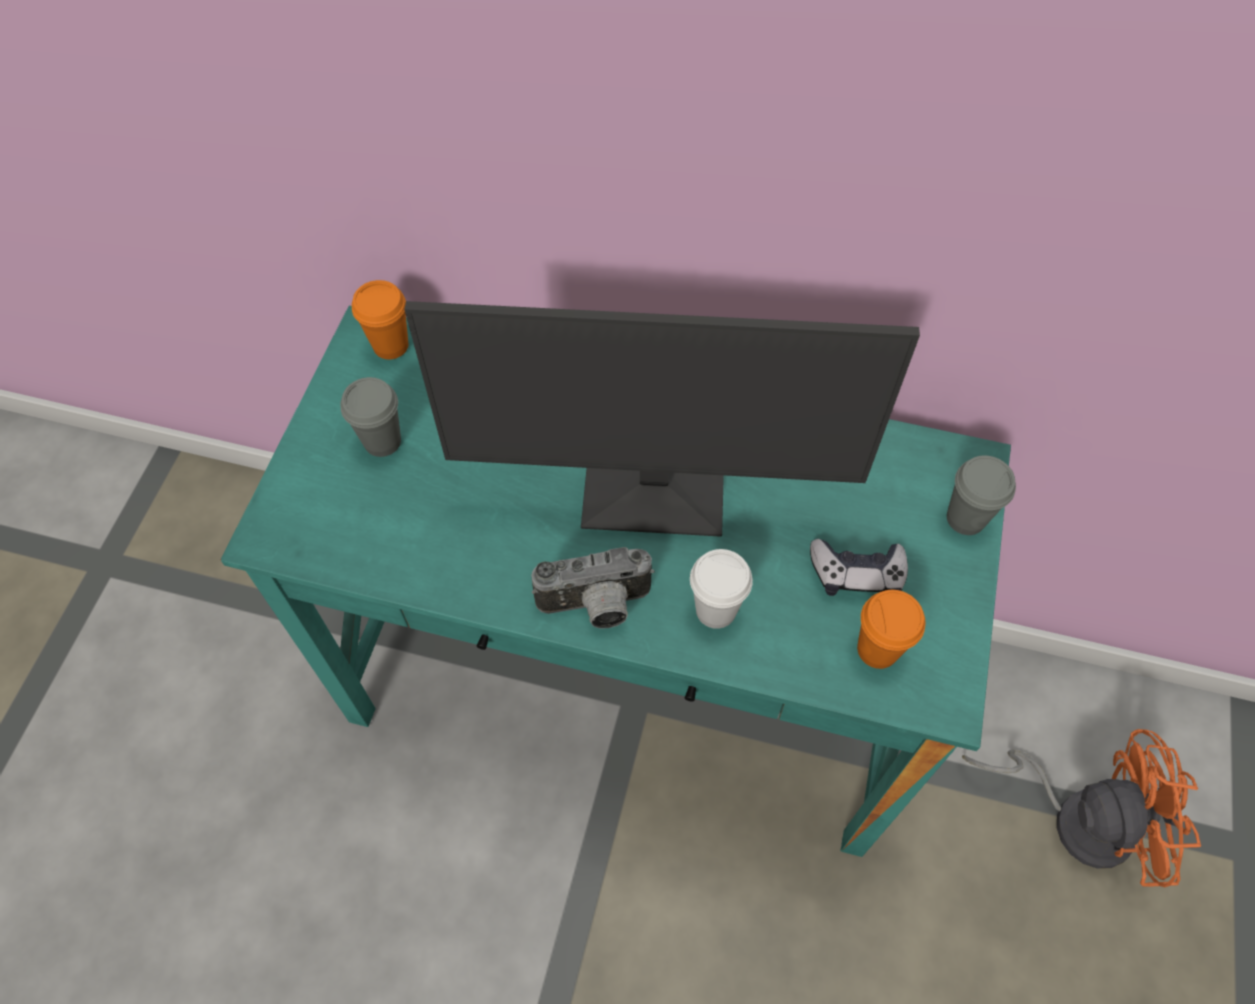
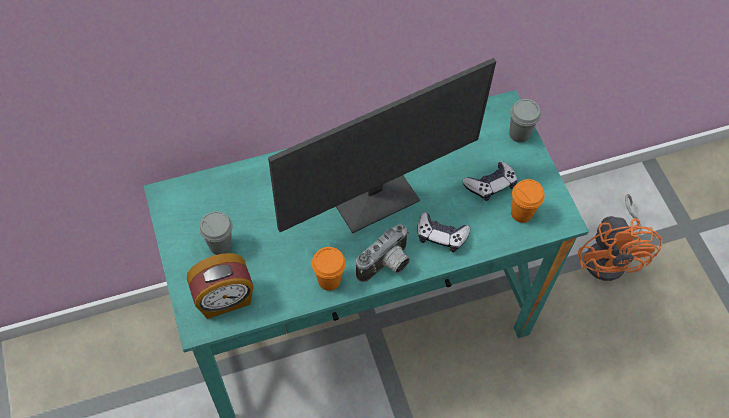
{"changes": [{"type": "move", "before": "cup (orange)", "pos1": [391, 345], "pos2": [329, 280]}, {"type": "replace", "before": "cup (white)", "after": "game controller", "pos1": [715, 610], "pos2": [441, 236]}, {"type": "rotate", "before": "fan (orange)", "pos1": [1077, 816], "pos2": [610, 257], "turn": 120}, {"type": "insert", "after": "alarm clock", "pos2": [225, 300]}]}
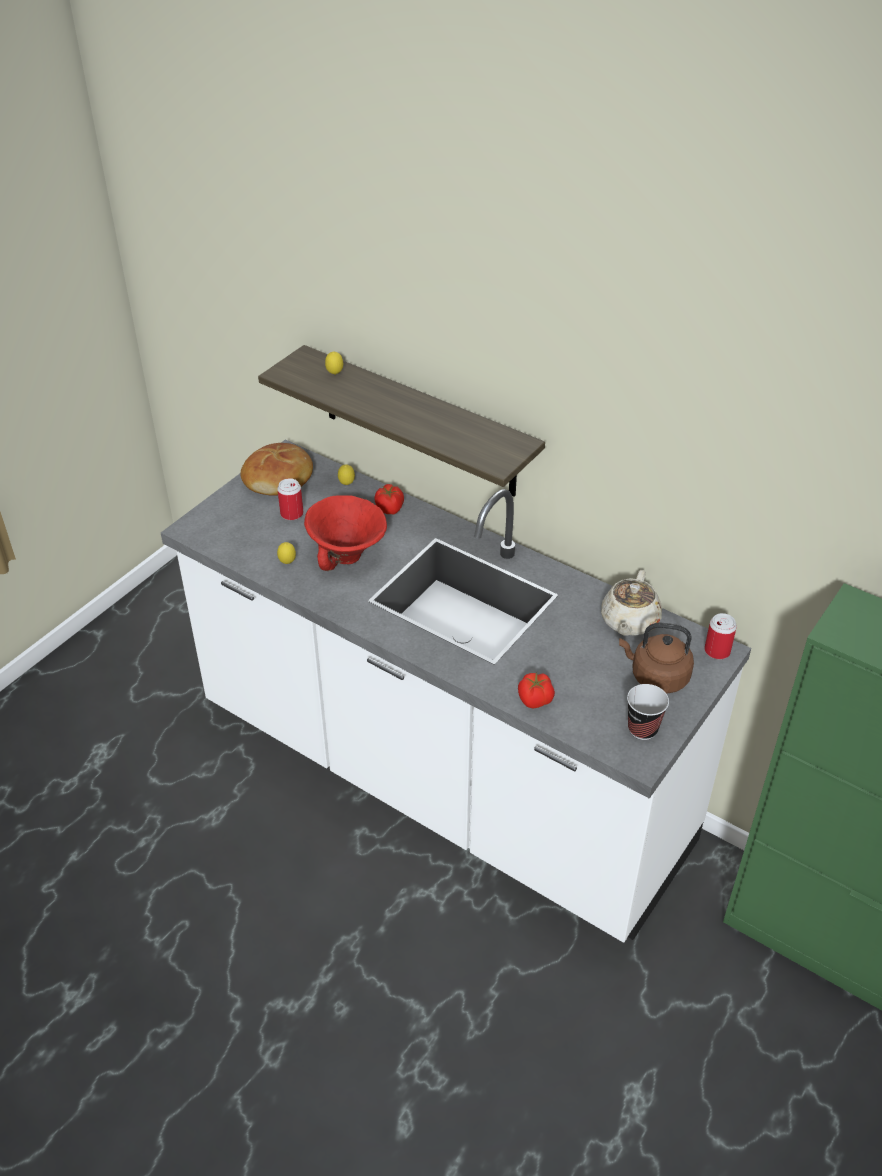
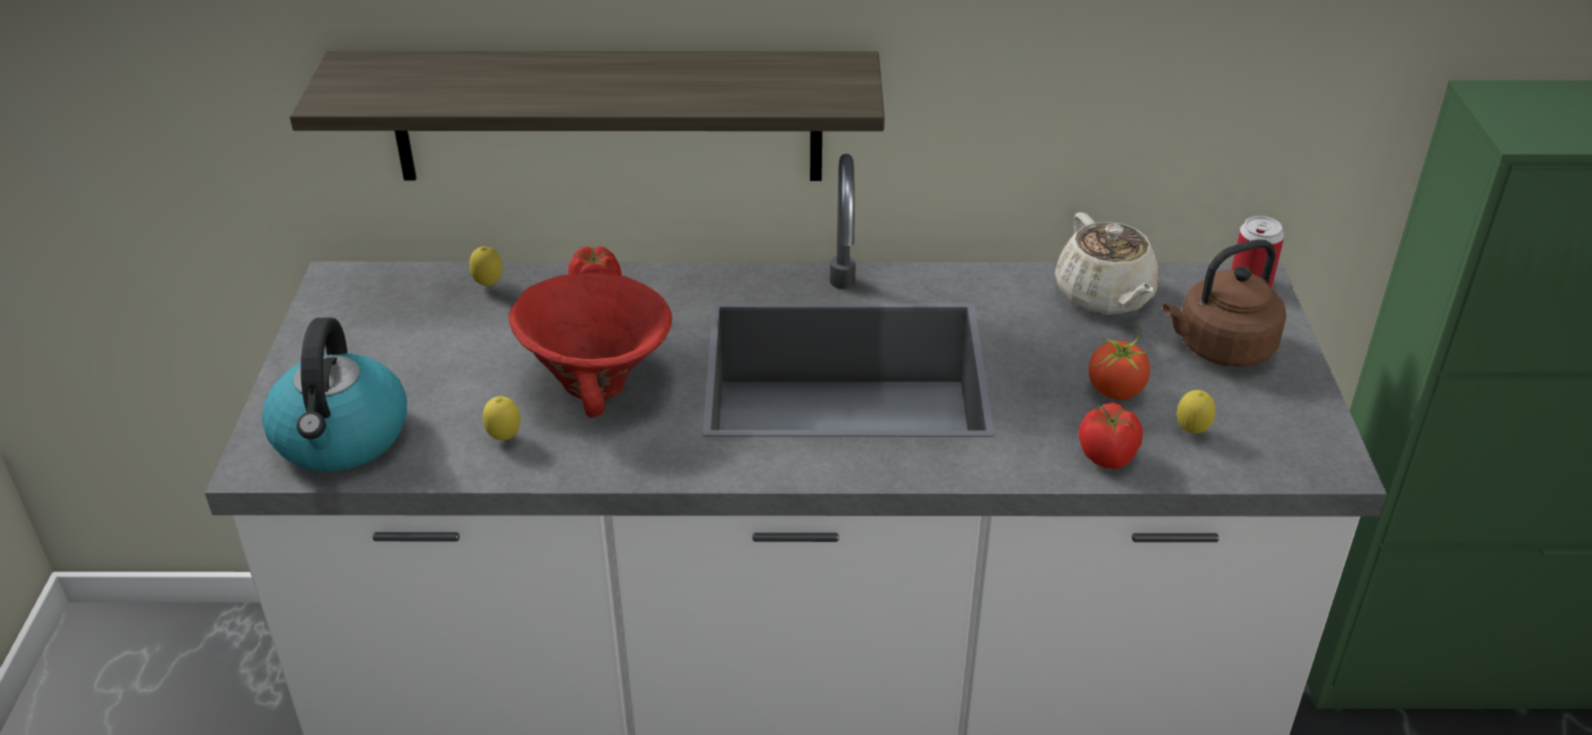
{"changes": [{"type": "move", "before": "lemon", "pos1": [335, 374], "pos2": [1191, 432]}, {"type": "delete", "before": "bread", "pos1": [279, 478]}, {"type": "delete", "before": "can", "pos1": [292, 514]}, {"type": "delete", "before": "cup", "pos1": [642, 729]}, {"type": "insert", "after": "kettle", "pos2": [342, 438]}, {"type": "insert", "after": "tomato", "pos2": [1115, 390]}]}
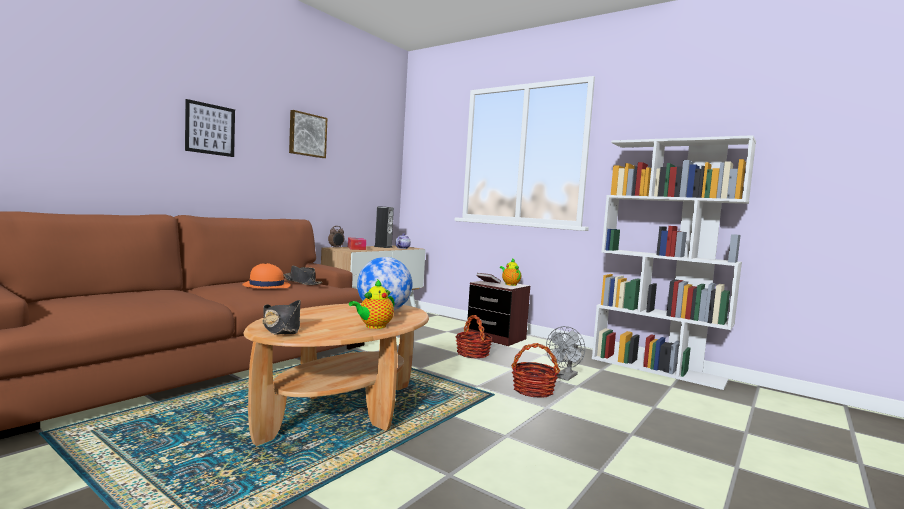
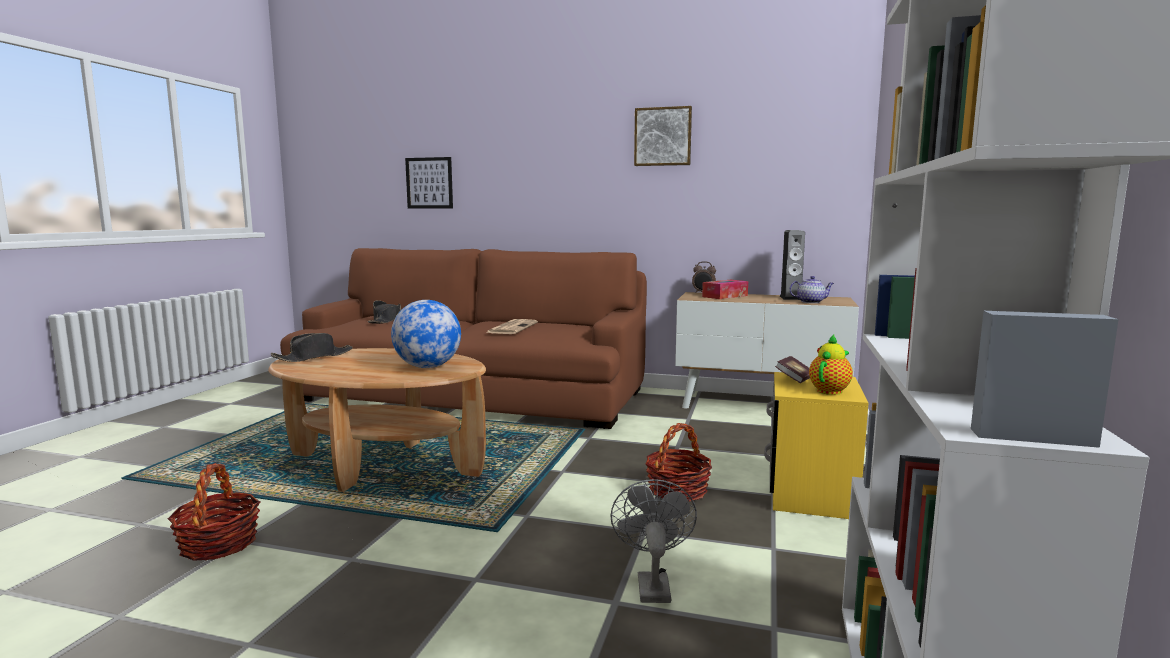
{"changes": [{"type": "move", "before": "picture", "pos1": [210, 129], "pos2": [429, 183]}, {"type": "replace", "before": "hat (orange)", "after": "newspaper", "pos1": [266, 285], "pos2": [512, 328]}, {"type": "move", "before": "hat (black)", "pos1": [302, 282], "pos2": [387, 320]}, {"type": "delete", "before": "teapot", "pos1": [374, 326]}, {"type": "recolor", "before": "nightstand (brown)", "after": "nightstand (yellow)", "pos1": [496, 338], "pos2": [810, 494]}, {"type": "rotate", "before": "fan (grey)", "pos1": [564, 377], "pos2": [652, 584], "turn": 75}, {"type": "move", "before": "basket", "pos1": [533, 390], "pos2": [218, 544]}]}
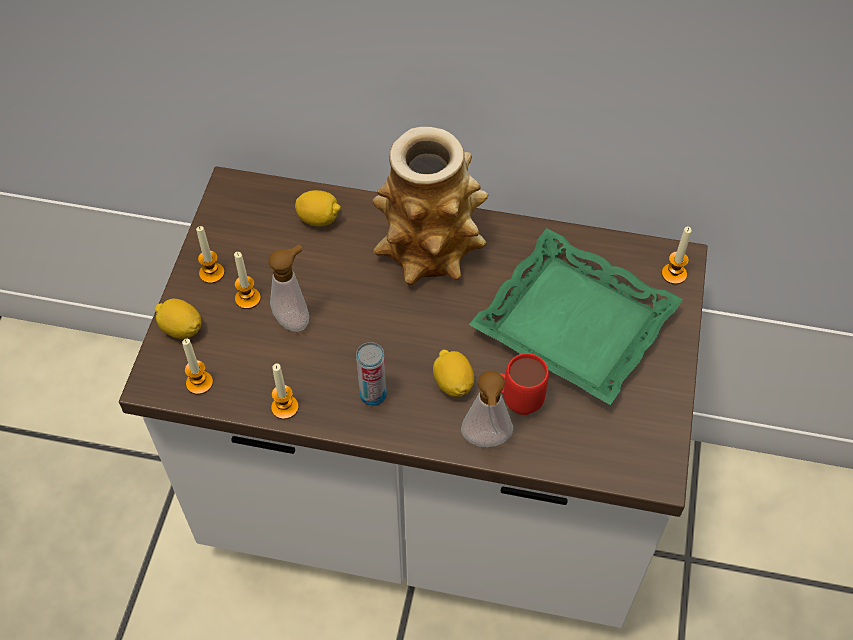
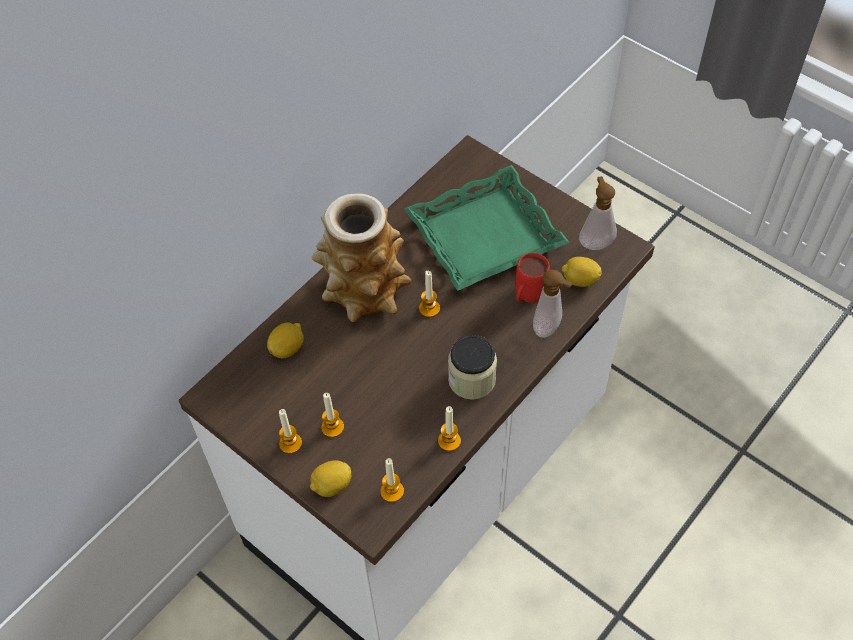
{"changes": [{"type": "move", "before": "candle", "pos1": [674, 274], "pos2": [429, 308]}, {"type": "move", "before": "soap dispenser", "pos1": [294, 318], "pos2": [595, 242]}, {"type": "replace", "before": "can", "after": "jar", "pos1": [373, 395], "pos2": [472, 379]}, {"type": "move", "before": "lemon", "pos1": [453, 383], "pos2": [580, 280]}]}
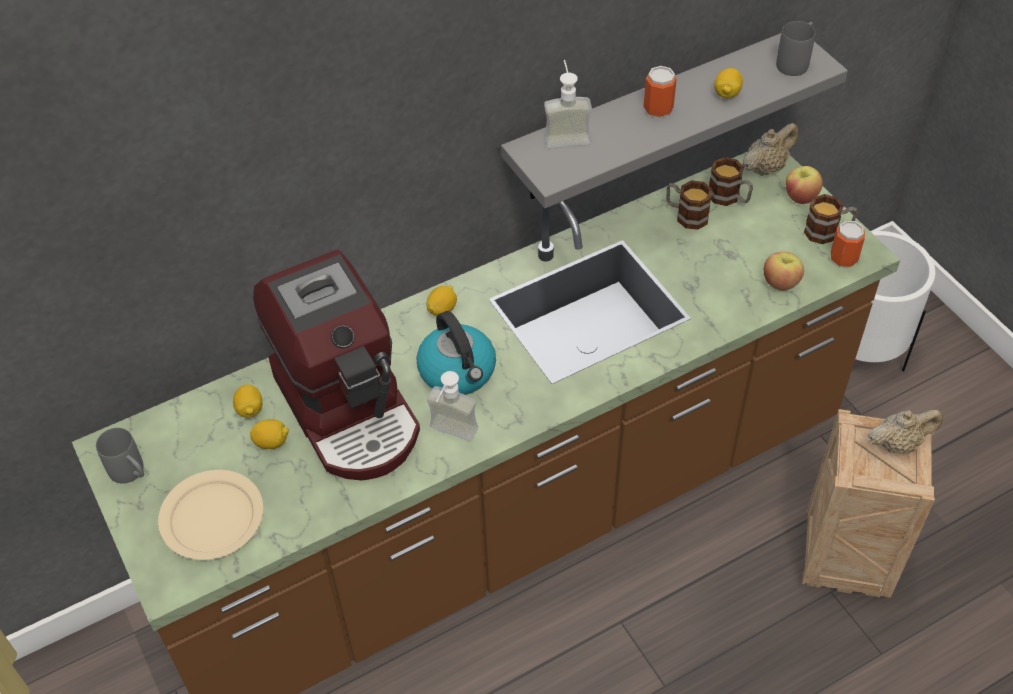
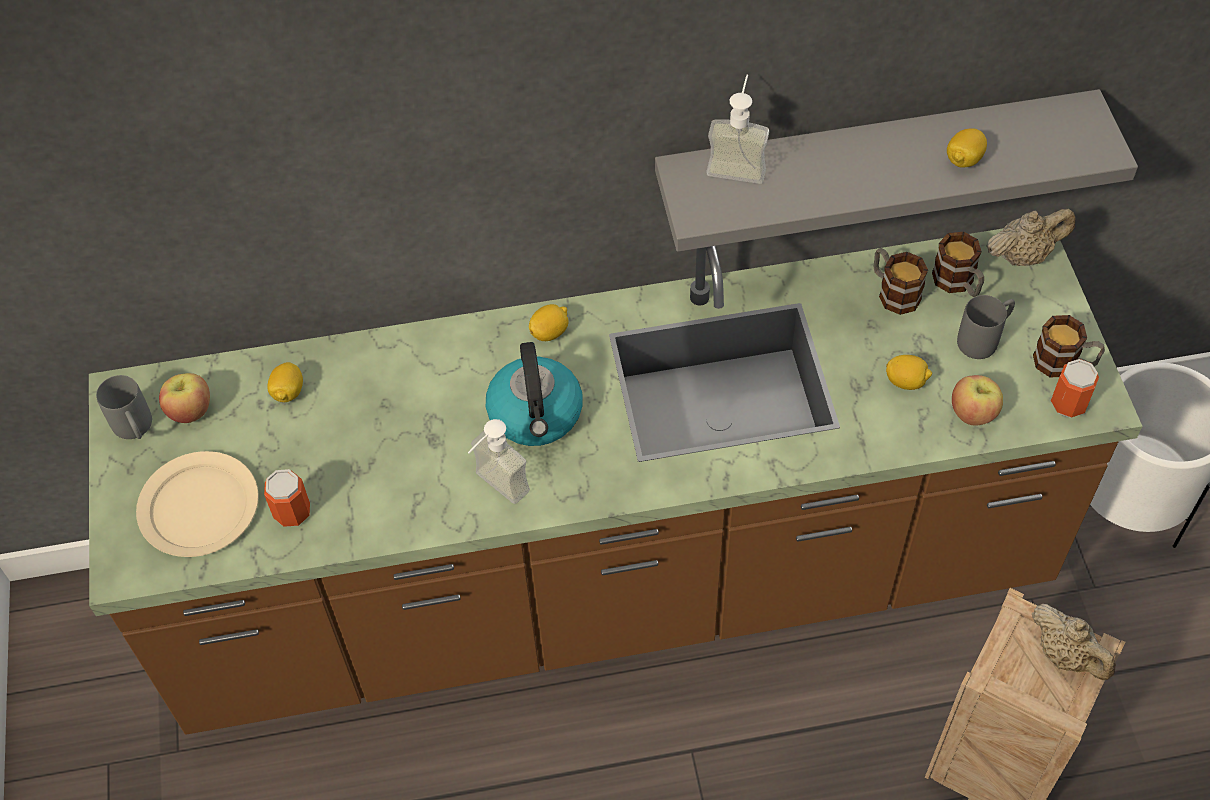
{"changes": [{"type": "move", "before": "mug (grey)", "pos1": [795, 62], "pos2": [984, 338]}, {"type": "move", "before": "can", "pos1": [658, 109], "pos2": [292, 512]}, {"type": "move", "before": "apple", "pos1": [800, 197], "pos2": [190, 410]}, {"type": "delete", "before": "coffee machine", "pos1": [350, 409]}, {"type": "rotate", "before": "teapot (beige)", "pos1": [898, 444], "pos2": [1066, 655], "turn": 45}, {"type": "move", "before": "lemon", "pos1": [272, 442], "pos2": [906, 381]}]}
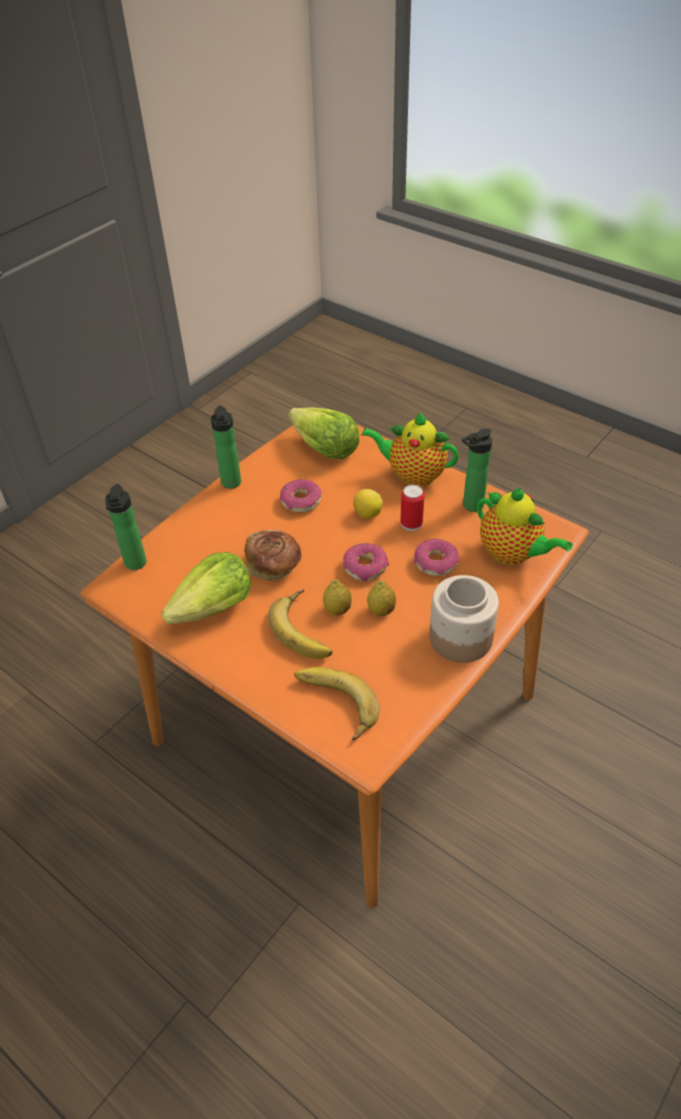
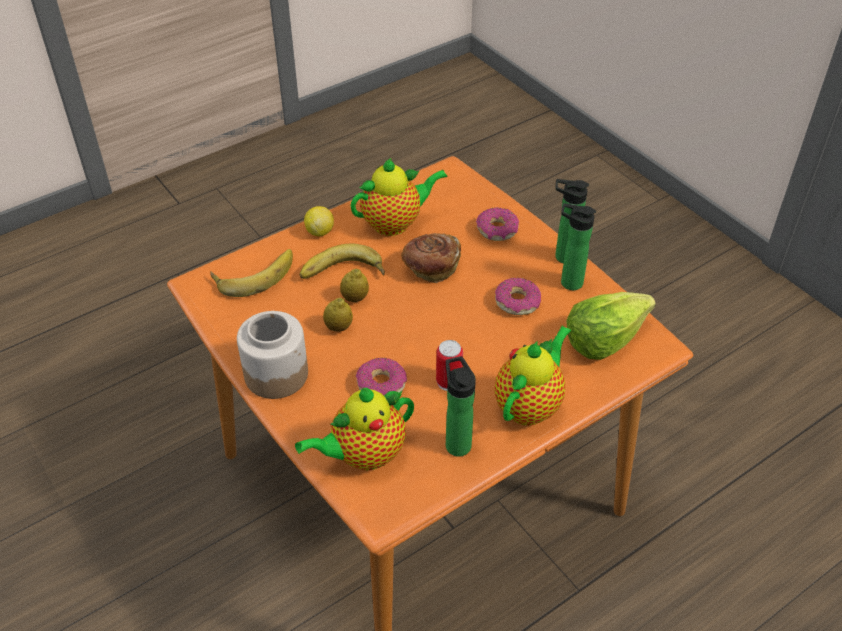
{"changes": [{"type": "move", "before": "bottle", "pos1": [135, 565], "pos2": [568, 282]}, {"type": "move", "before": "lemon", "pos1": [367, 514], "pos2": [320, 231]}, {"type": "move", "before": "donut", "pos1": [365, 567], "pos2": [497, 230]}, {"type": "replace", "before": "lettuce", "after": "teapot", "pos1": [214, 608], "pos2": [395, 223]}]}
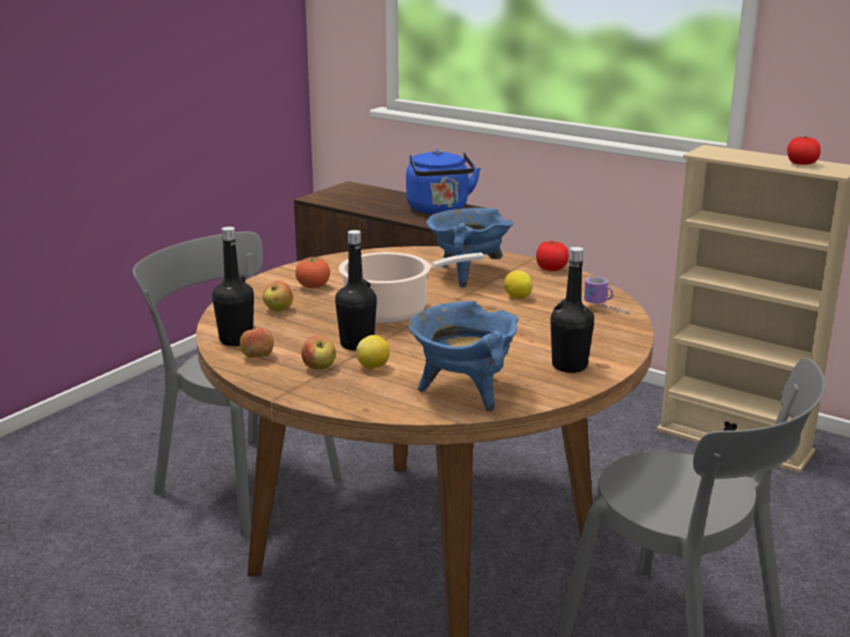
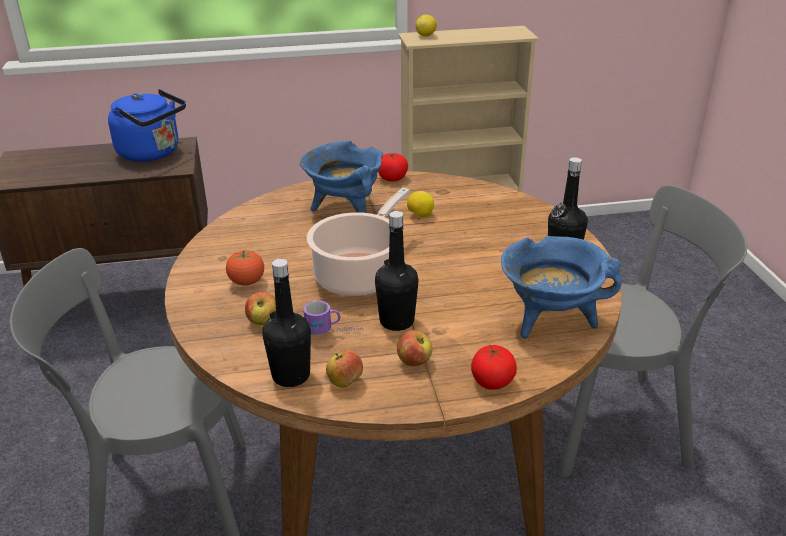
{"changes": [{"type": "move", "before": "tomato", "pos1": [801, 164], "pos2": [492, 382]}, {"type": "move", "before": "mug", "pos1": [606, 310], "pos2": [334, 333]}, {"type": "move", "before": "lemon", "pos1": [373, 367], "pos2": [426, 35]}]}
